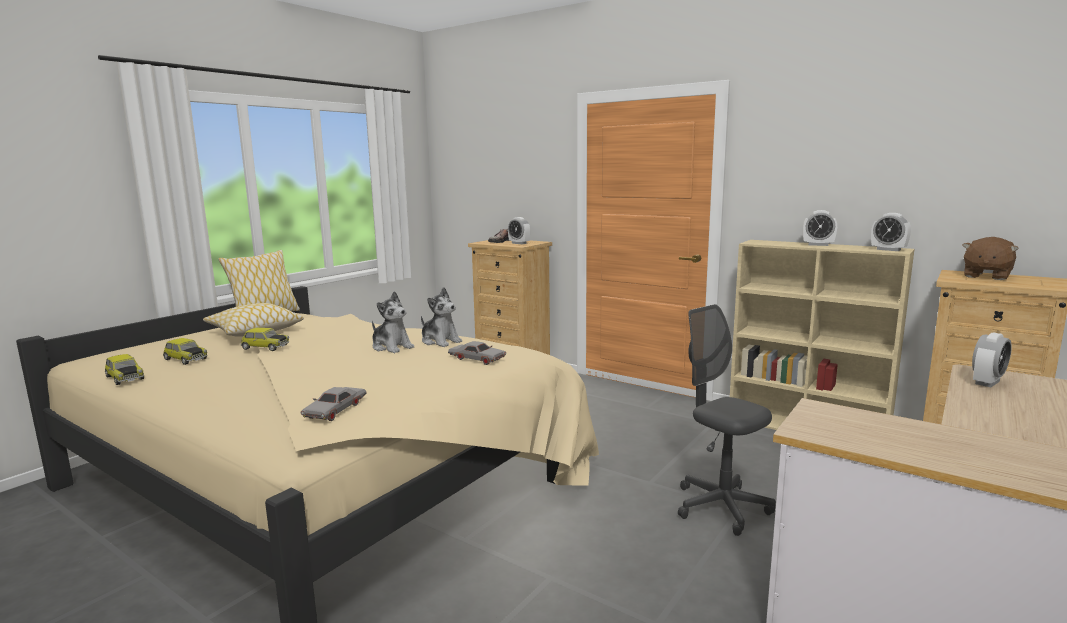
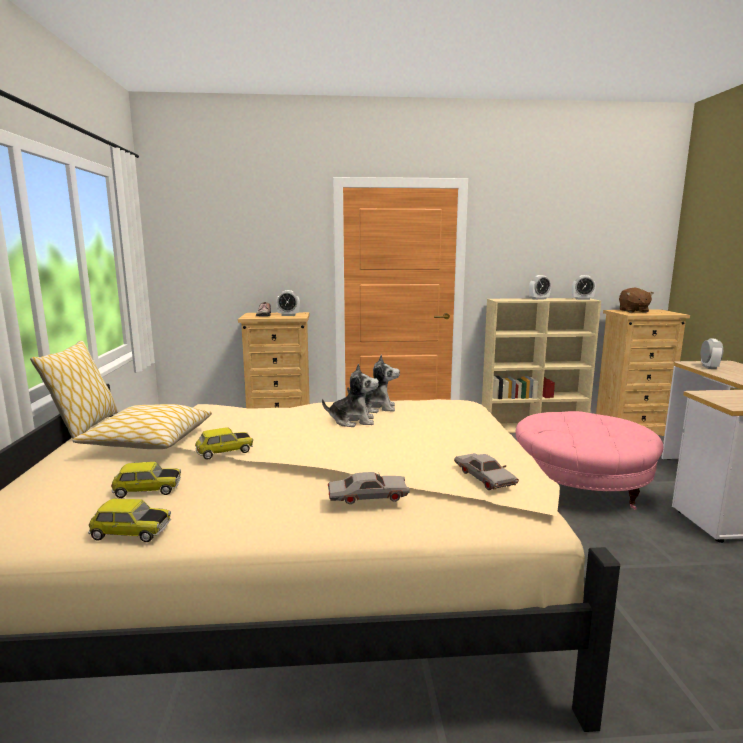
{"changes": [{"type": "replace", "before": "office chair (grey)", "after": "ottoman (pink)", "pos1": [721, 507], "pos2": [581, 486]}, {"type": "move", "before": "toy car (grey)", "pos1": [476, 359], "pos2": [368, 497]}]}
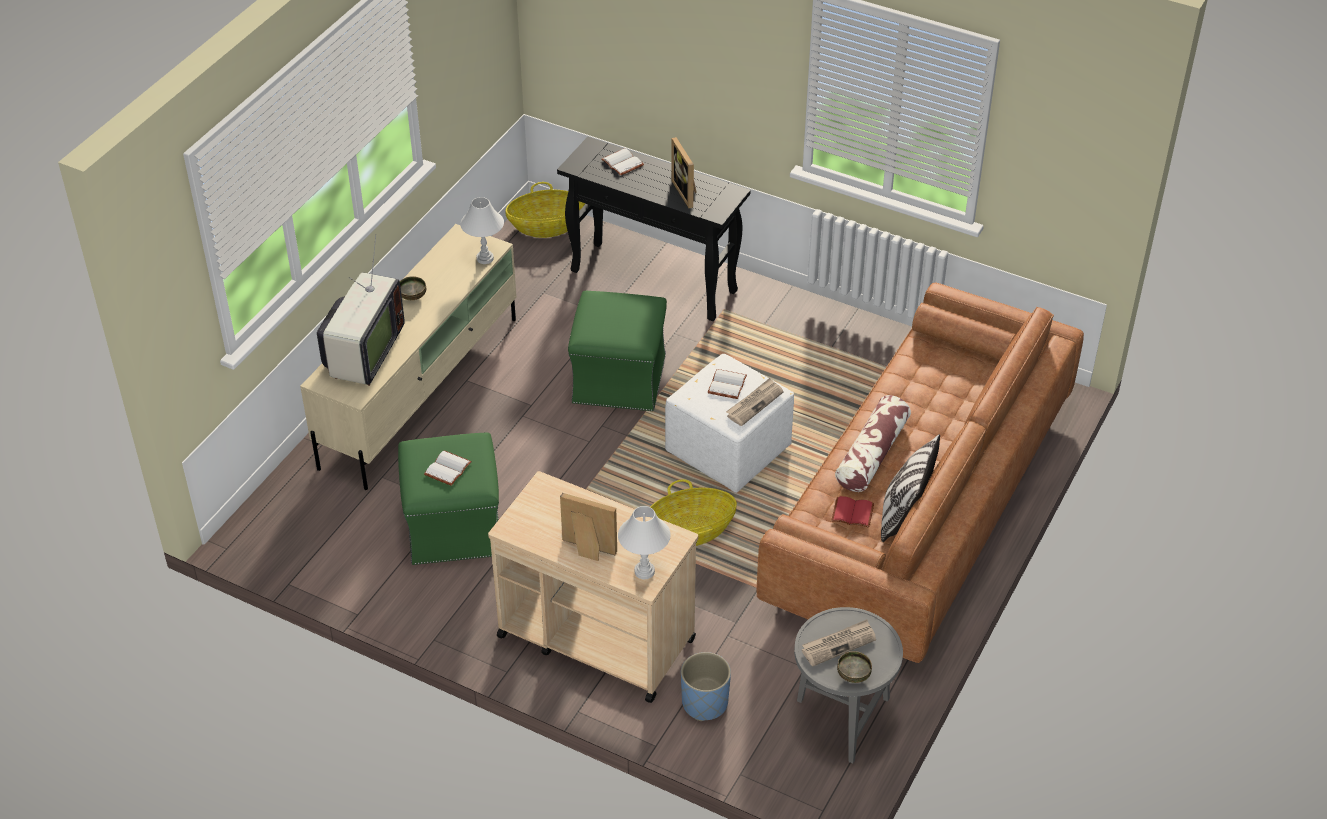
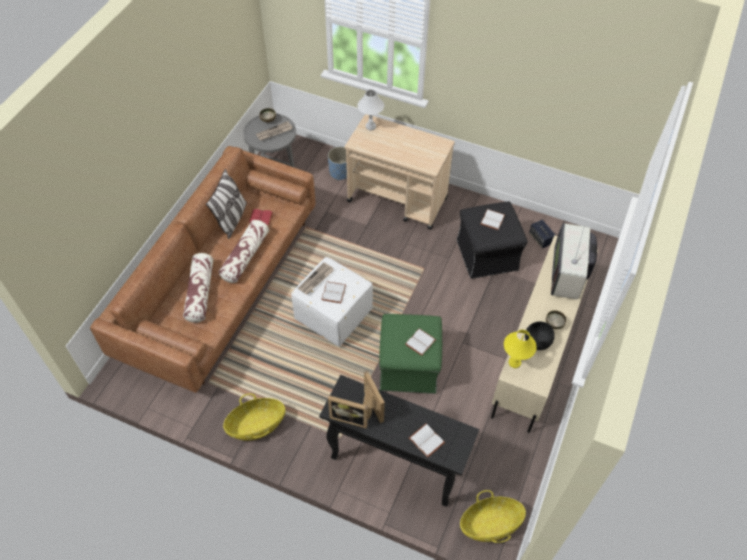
{"changes": [{"type": "recolor", "before": "table lamp (white)", "after": "table lamp (yellow)", "pos1": [485, 258], "pos2": [514, 362]}, {"type": "recolor", "before": "ottoman (green)", "after": "ottoman (black)", "pos1": [453, 527], "pos2": [487, 255]}, {"type": "move", "before": "basket", "pos1": [690, 531], "pos2": [256, 425]}, {"type": "move", "before": "picture frame", "pos1": [587, 550], "pos2": [349, 417]}, {"type": "insert", "after": "speaker", "pos2": [540, 239]}, {"type": "insert", "after": "pillow", "pos2": [200, 292]}, {"type": "insert", "after": "bowl (black)", "pos2": [537, 342]}, {"type": "insert", "after": "book (white)", "pos2": [420, 341]}]}
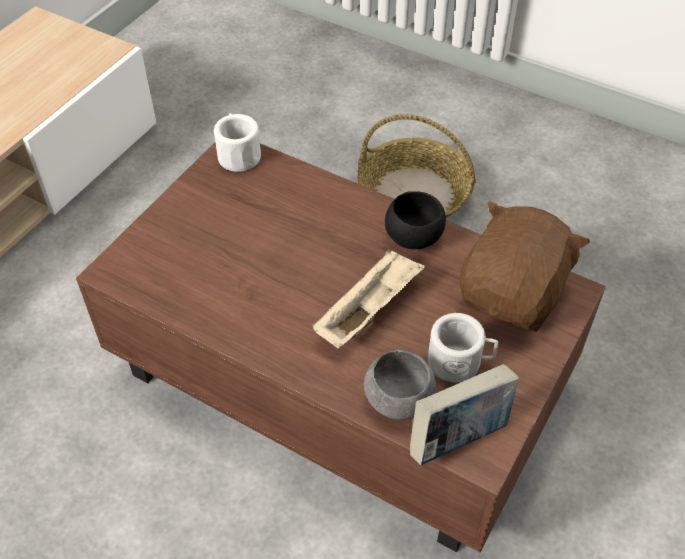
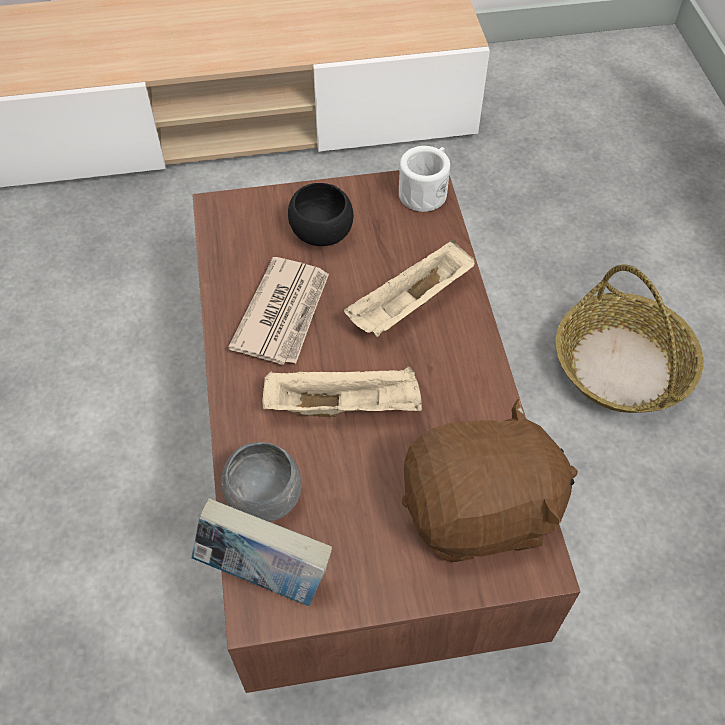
{"changes": [{"type": "move", "before": "bowl (black)", "pos1": [414, 237], "pos2": [321, 234]}, {"type": "delete", "before": "mug (white)", "pos1": [460, 362]}, {"type": "insert", "after": "tray (beige)", "pos2": [410, 305]}, {"type": "insert", "after": "newspaper", "pos2": [284, 313]}]}
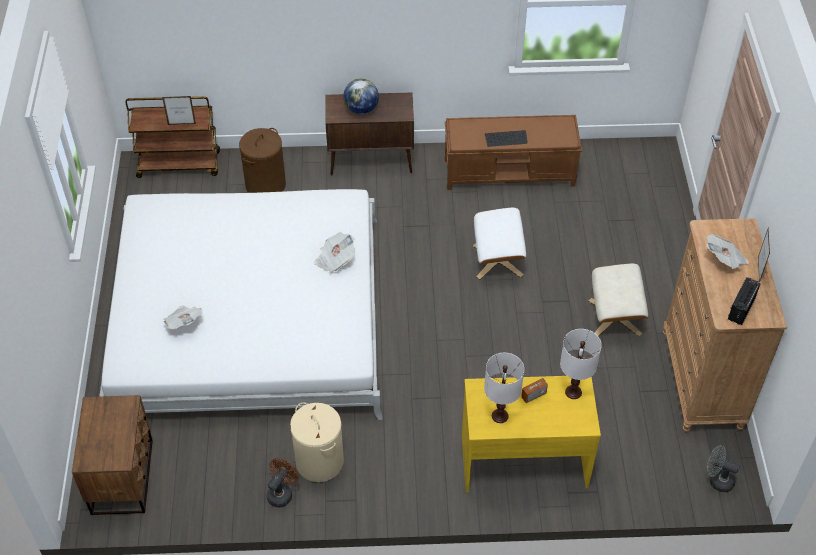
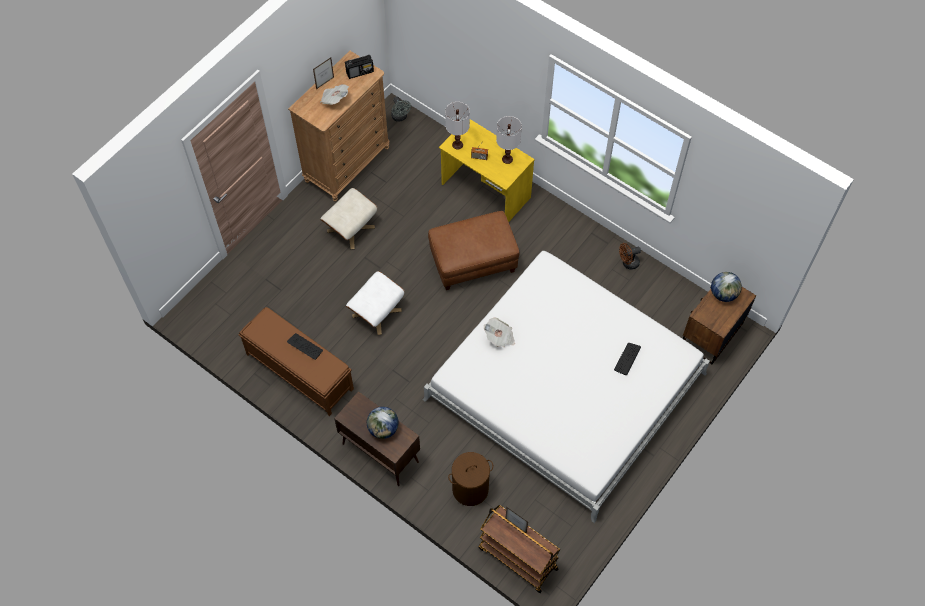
{"changes": [{"type": "replace", "before": "newspaper", "after": "keyboard", "pos1": [184, 323], "pos2": [627, 359]}, {"type": "delete", "before": "laundry basket (beige)", "pos1": [319, 461]}, {"type": "insert", "after": "ottoman (brown)", "pos2": [472, 263]}, {"type": "insert", "after": "globe", "pos2": [723, 294]}]}
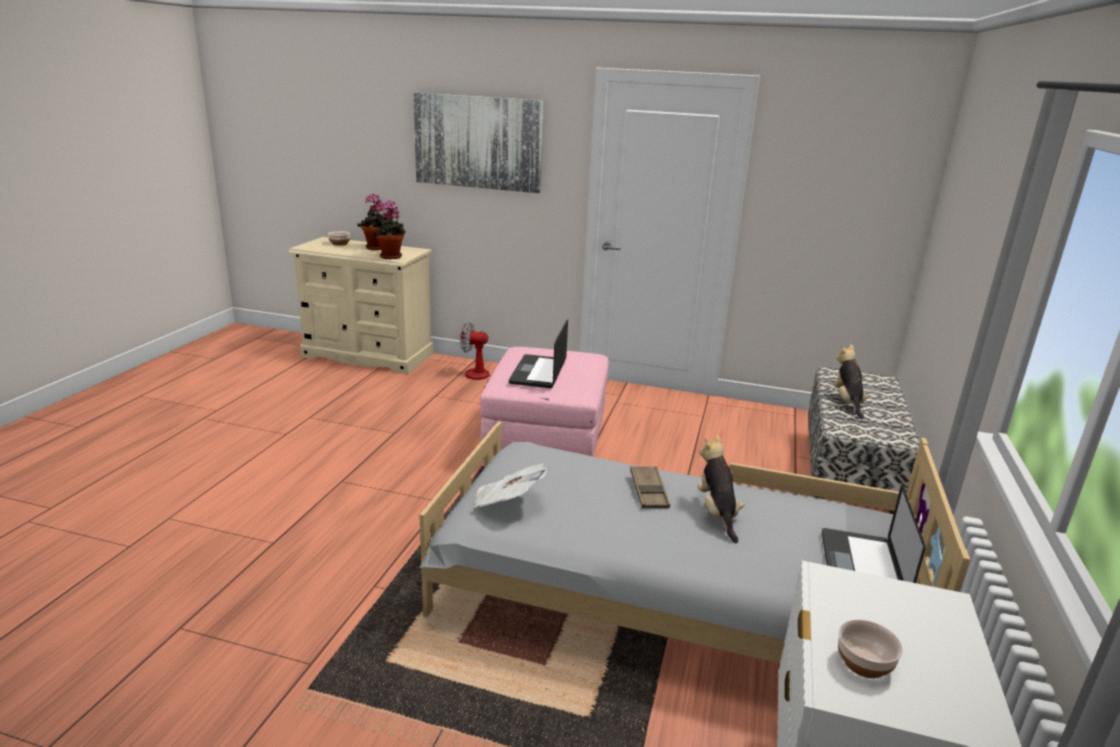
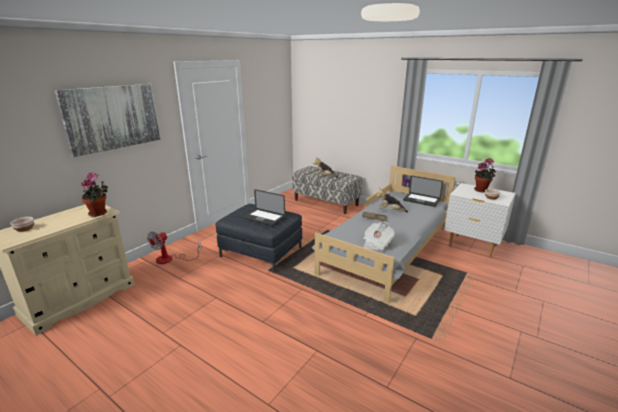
{"changes": [{"type": "move", "before": "potted plant", "pos1": [376, 248], "pos2": [482, 190]}, {"type": "recolor", "before": "ottoman (pink)", "after": "ottoman (grey)", "pos1": [546, 441], "pos2": [261, 252]}]}
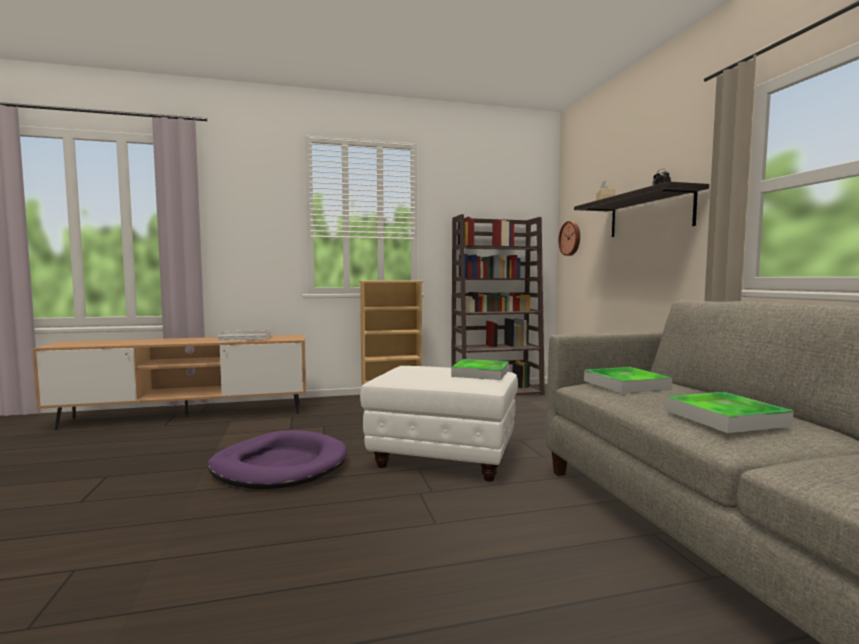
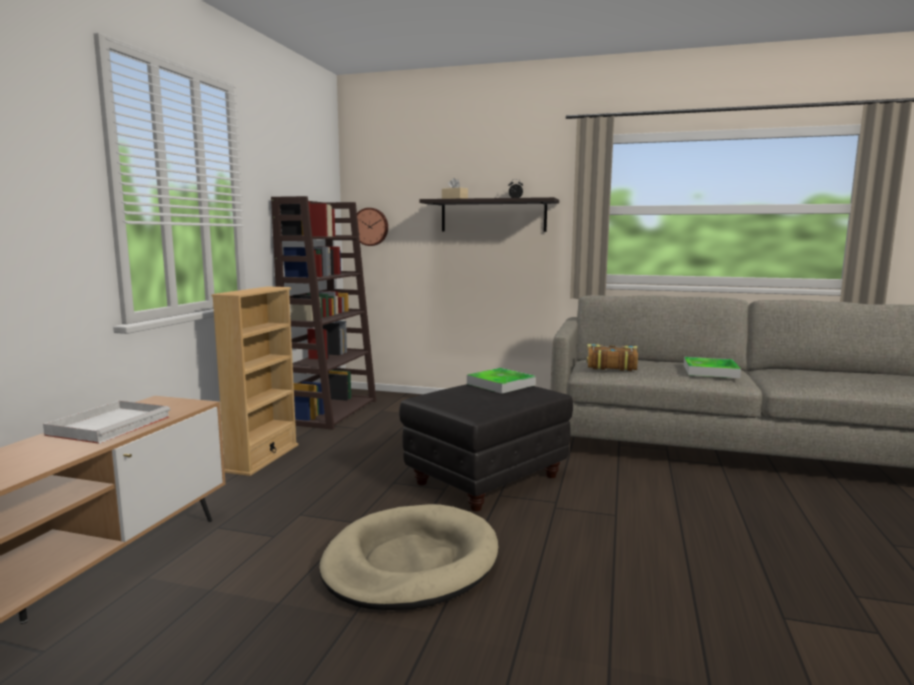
{"changes": [{"type": "recolor", "before": "ottoman (white)", "after": "ottoman (black)", "pos1": [443, 458], "pos2": [486, 479]}, {"type": "replace", "before": "tray", "after": "book", "pos1": [626, 384], "pos2": [610, 365]}, {"type": "recolor", "before": "dog bed (purple)", "after": "dog bed (beige)", "pos1": [279, 466], "pos2": [410, 562]}]}
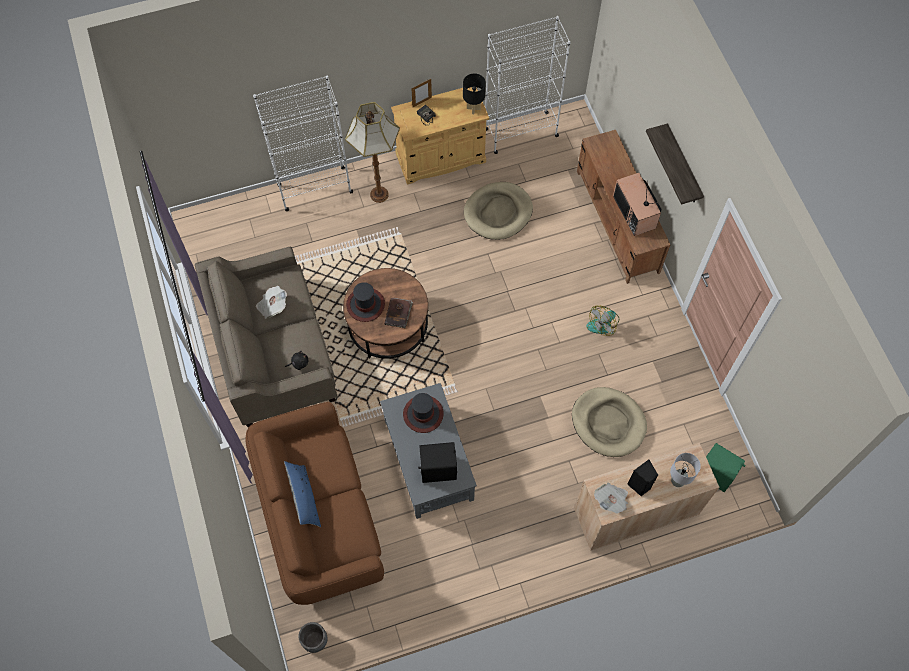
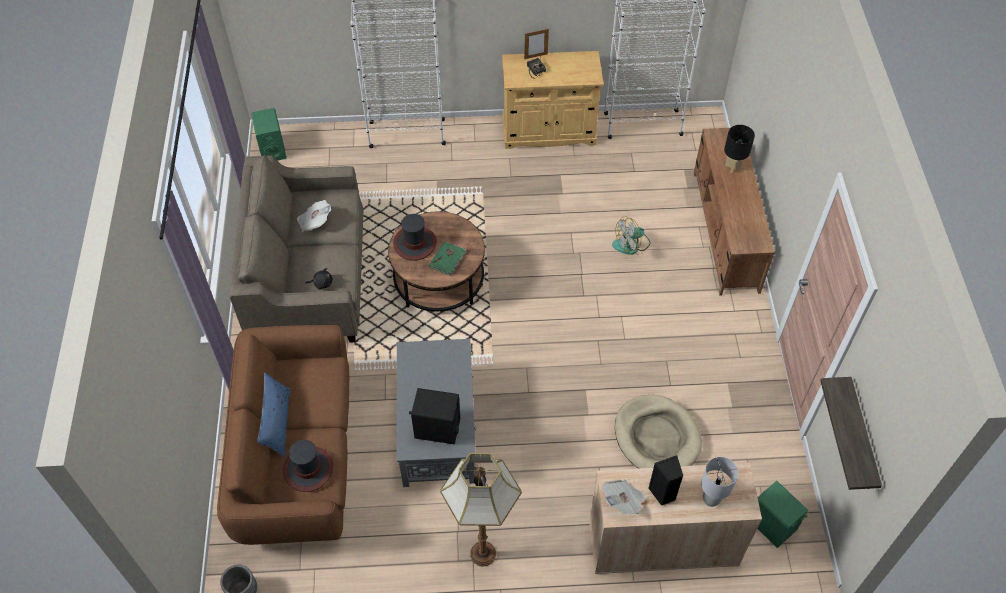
{"changes": [{"type": "move", "before": "table lamp (black)", "pos1": [473, 108], "pos2": [732, 167]}, {"type": "move", "before": "floor lamp", "pos1": [379, 194], "pos2": [484, 553]}, {"type": "move", "before": "shelf", "pos1": [683, 166], "pos2": [861, 437]}, {"type": "delete", "before": "television", "pos1": [635, 212]}, {"type": "delete", "before": "dog bed (beige)", "pos1": [498, 212]}, {"type": "recolor", "before": "book (brown)", "after": "book (green)", "pos1": [398, 313], "pos2": [448, 259]}, {"type": "move", "before": "fan", "pos1": [603, 323], "pos2": [631, 244]}, {"type": "move", "before": "hat", "pos1": [423, 414], "pos2": [308, 469]}, {"type": "insert", "after": "speaker (green)", "pos2": [272, 149]}]}
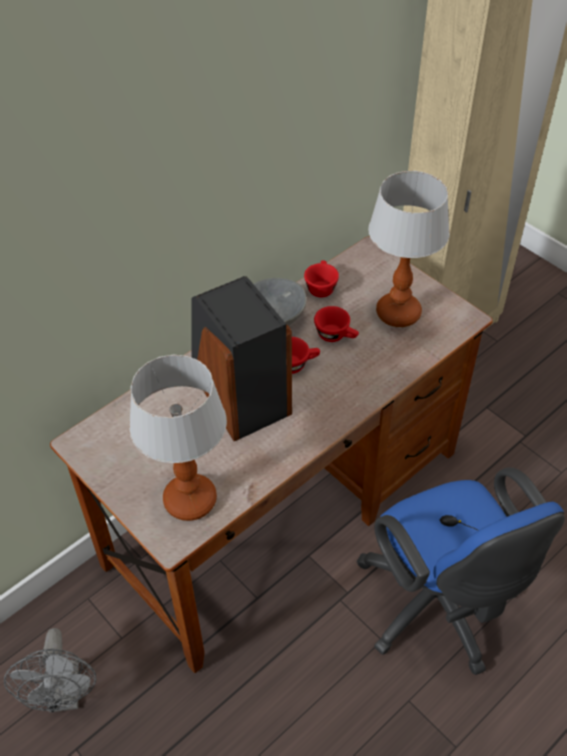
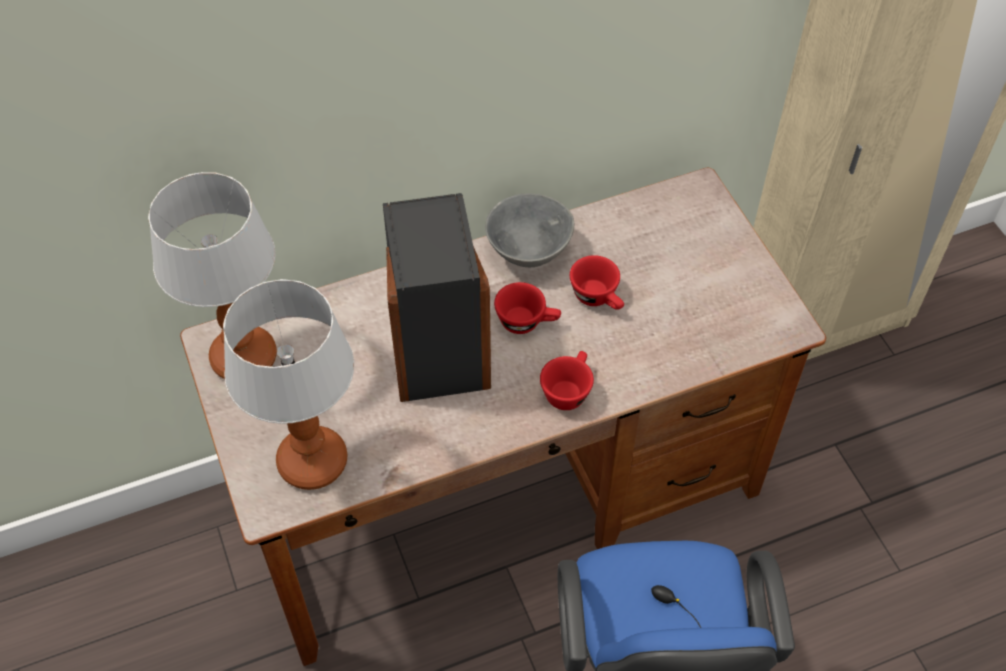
{"changes": [{"type": "move", "before": "table lamp", "pos1": [397, 313], "pos2": [244, 357]}, {"type": "move", "before": "cup (red)", "pos1": [320, 287], "pos2": [568, 390]}, {"type": "delete", "before": "fan (grey)", "pos1": [65, 696]}]}
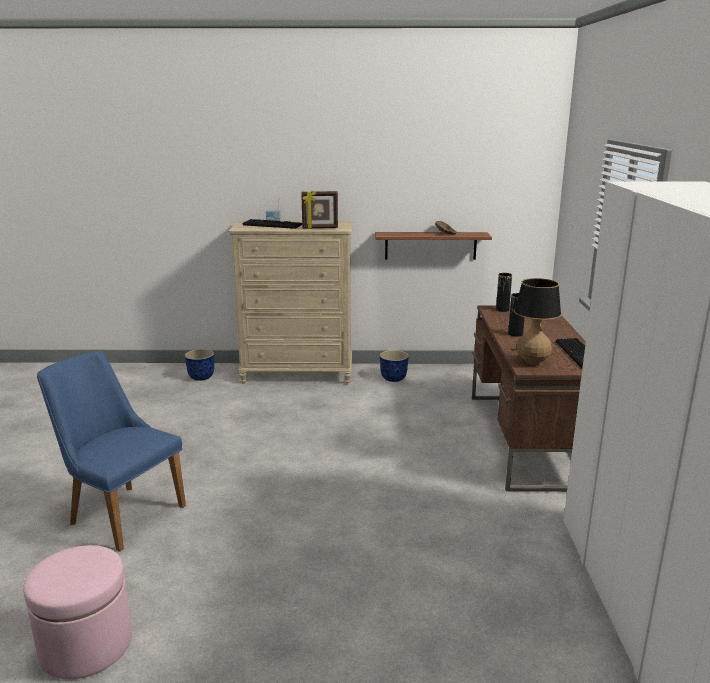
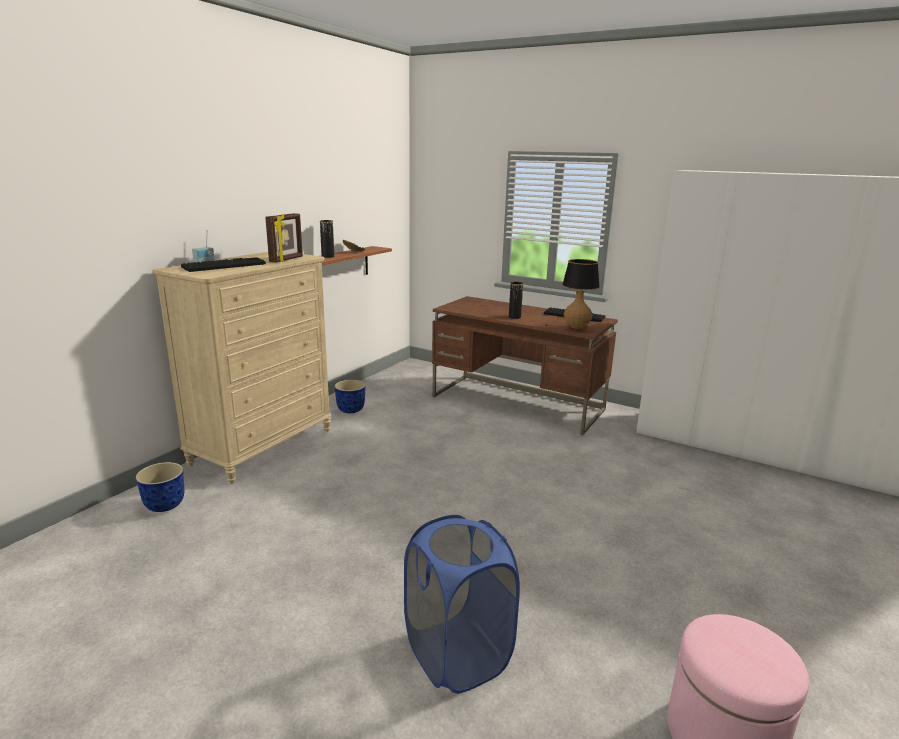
{"changes": [{"type": "move", "before": "vase (black)", "pos1": [502, 310], "pos2": [328, 256]}, {"type": "replace", "before": "chair (blue)", "after": "laundry basket (blue)", "pos1": [119, 512], "pos2": [457, 654]}]}
